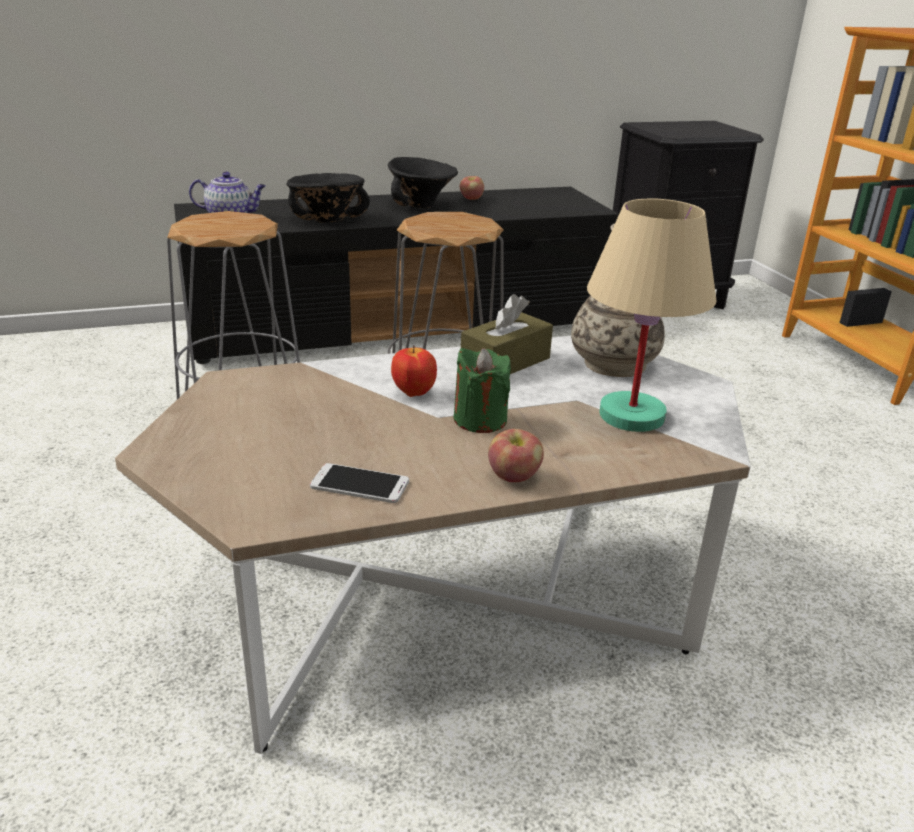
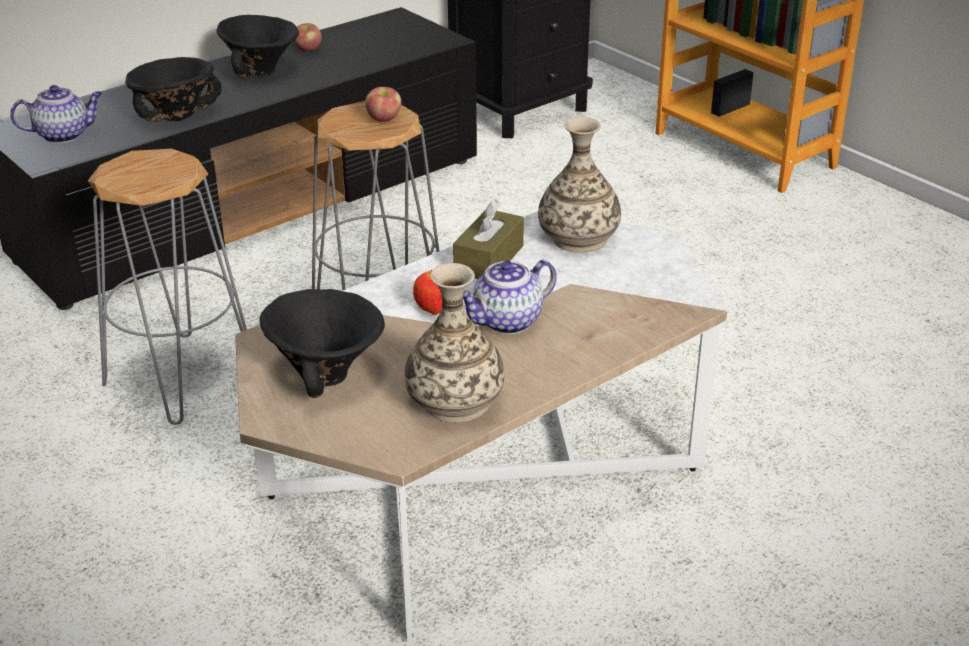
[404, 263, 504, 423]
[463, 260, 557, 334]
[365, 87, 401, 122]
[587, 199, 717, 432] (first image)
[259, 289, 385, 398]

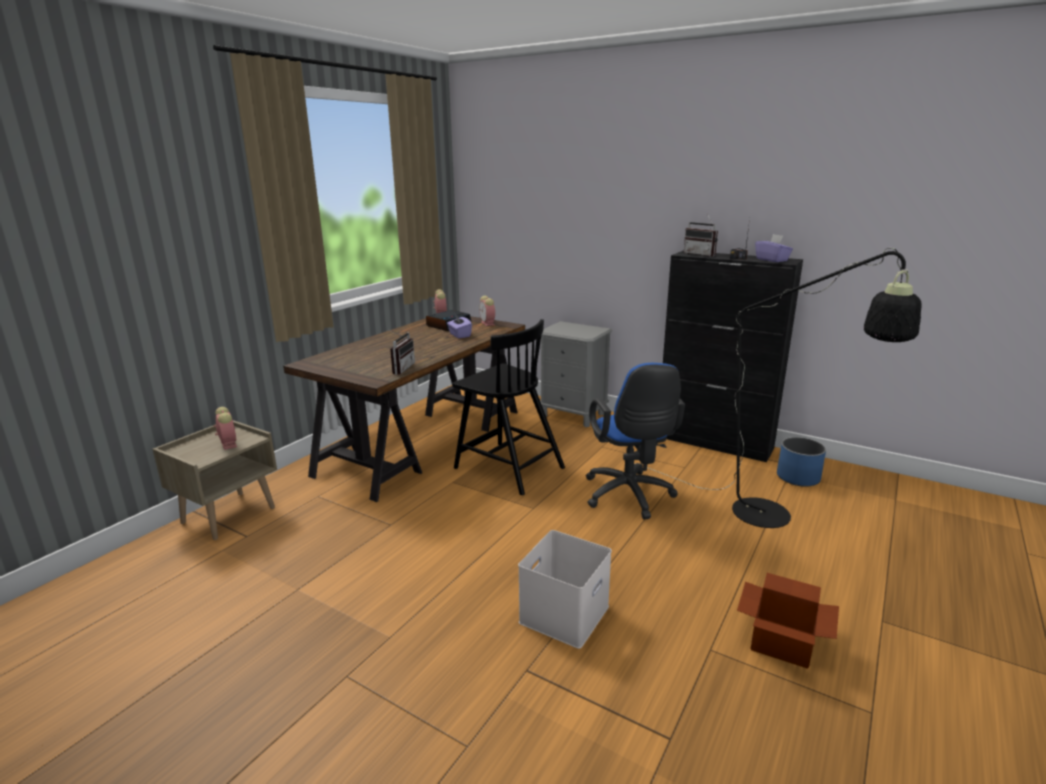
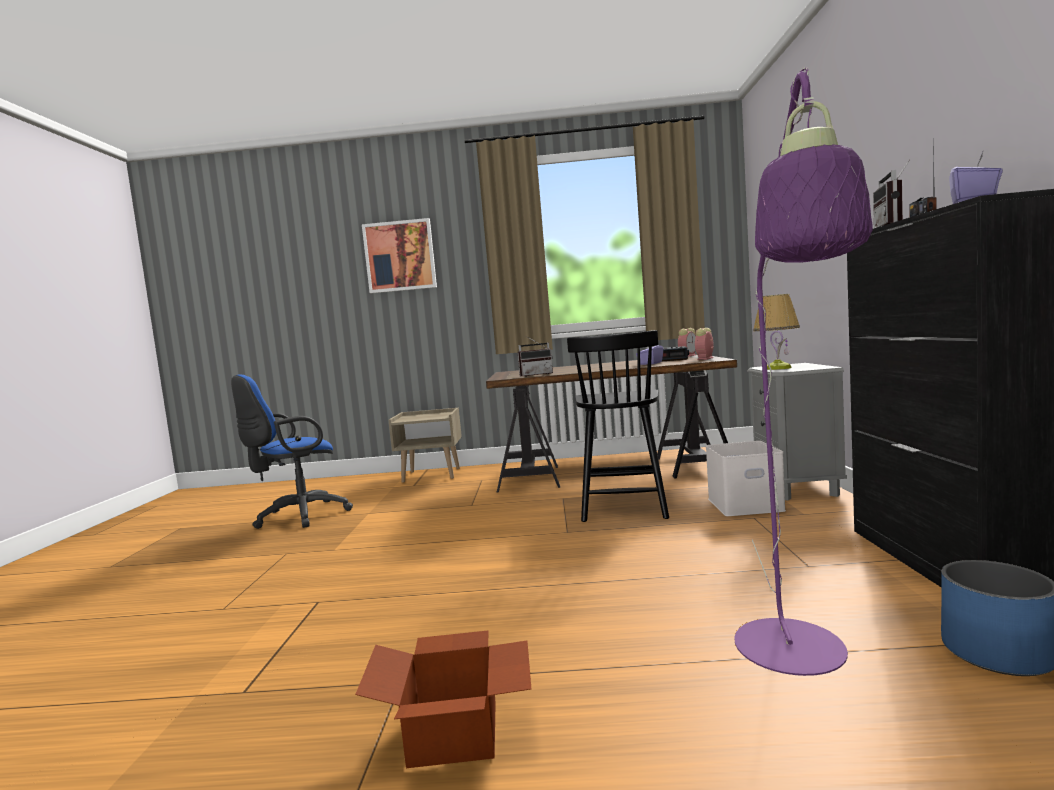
[213, 407, 237, 450] (first image)
[706, 441, 786, 516]
[231, 374, 353, 529]
[734, 67, 873, 676]
[362, 218, 437, 293]
[753, 294, 800, 370]

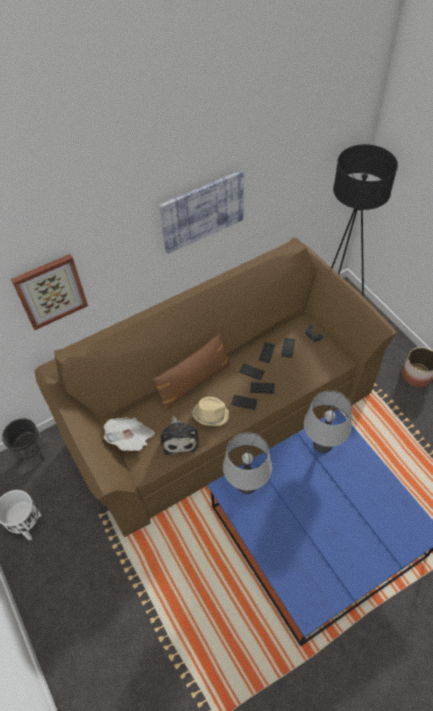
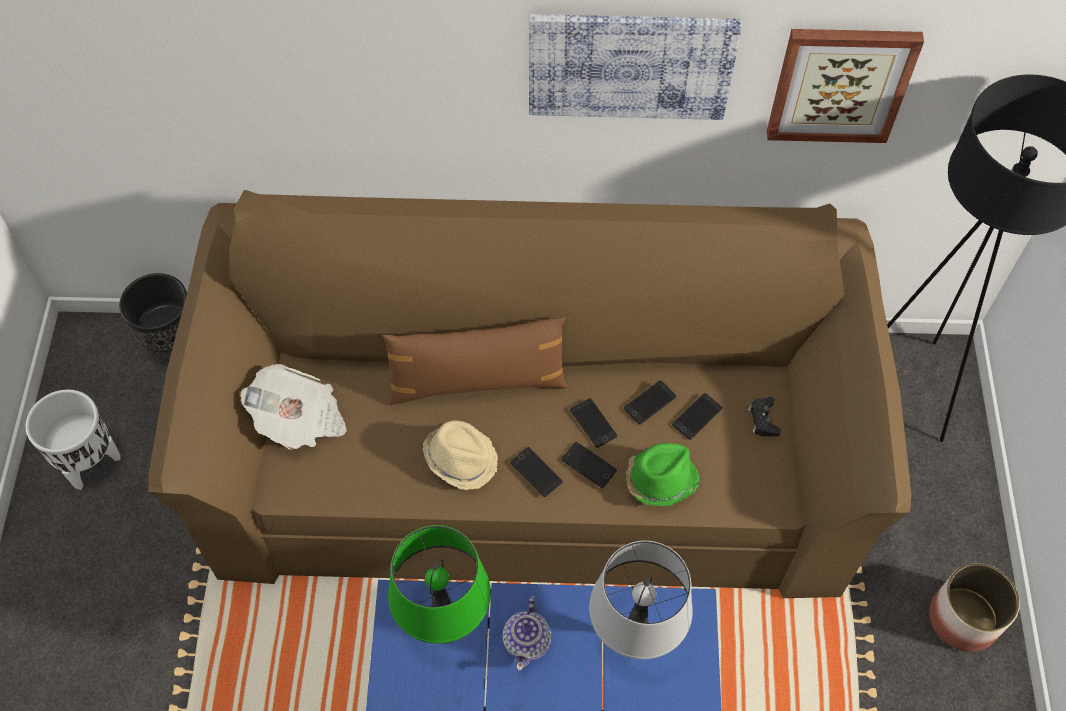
[767, 29, 924, 143]
[161, 416, 199, 455] (first image)
[388, 525, 491, 644]
[502, 596, 551, 671]
[626, 443, 699, 506]

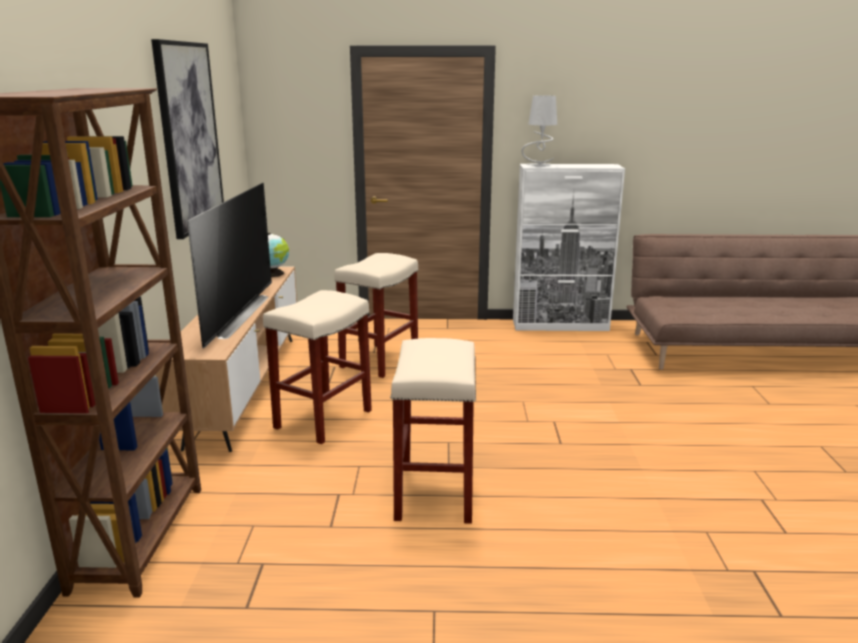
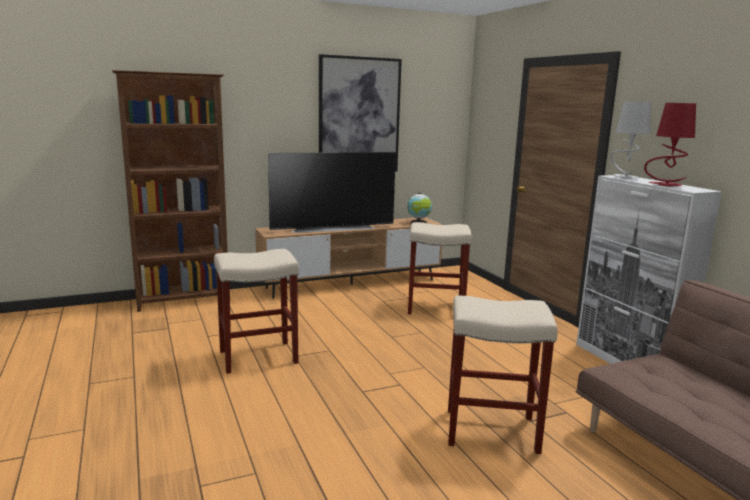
[448, 295, 558, 454]
[644, 103, 696, 186]

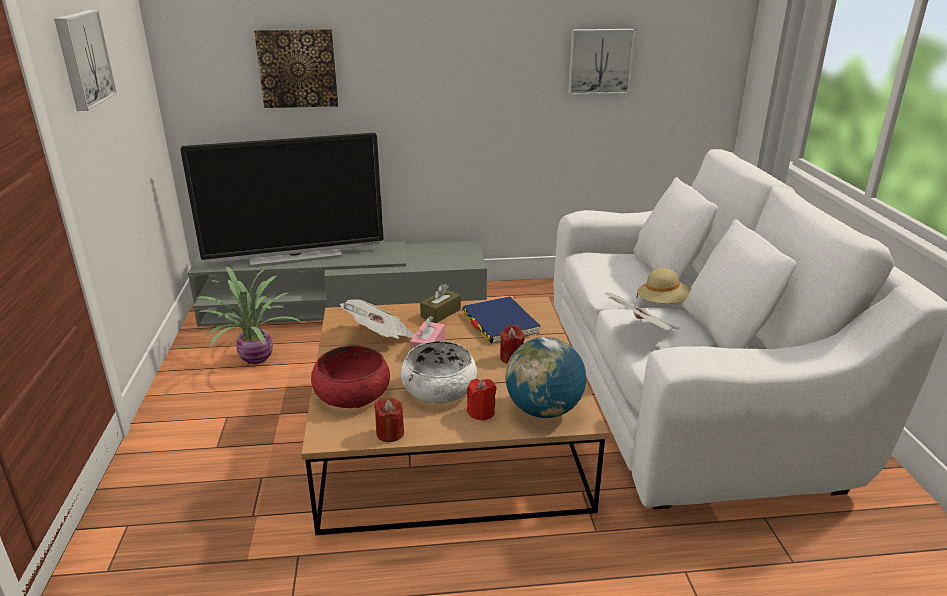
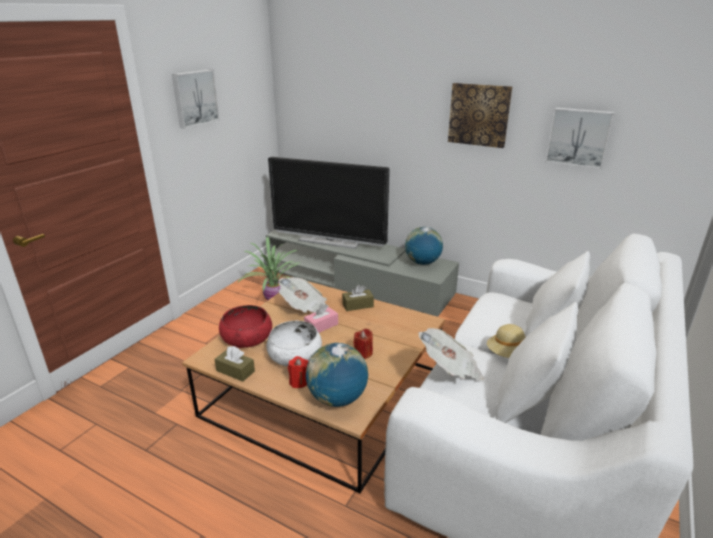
[448, 83, 512, 148]
[215, 346, 255, 382]
[462, 296, 540, 344] (first image)
[405, 227, 443, 265]

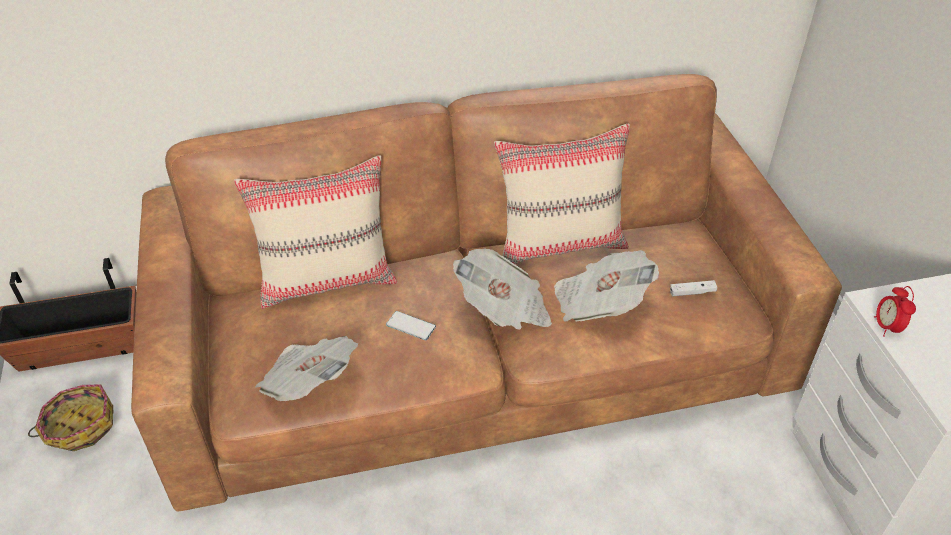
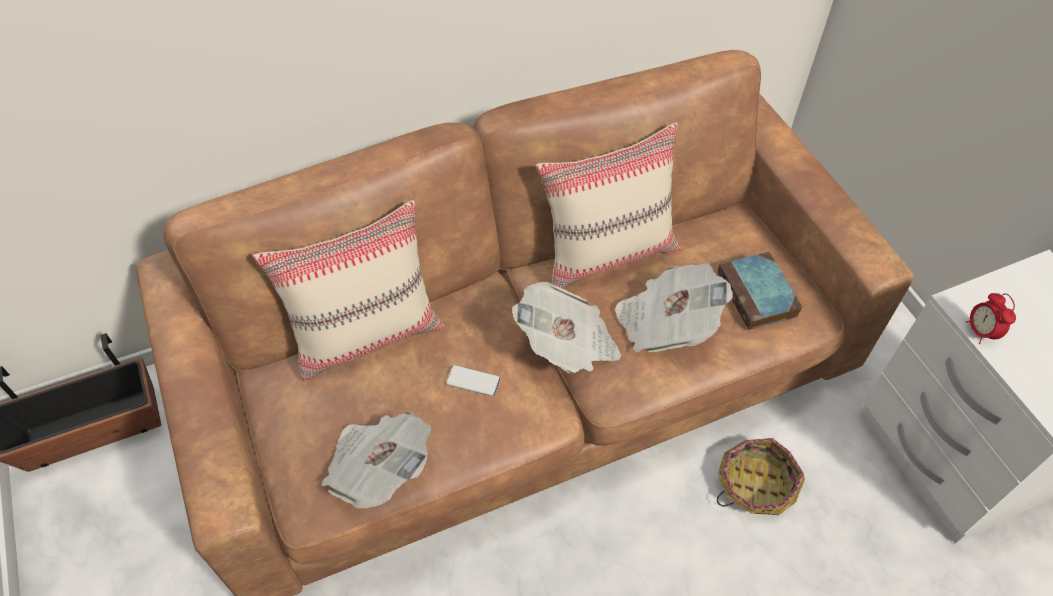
[717, 438, 805, 515]
[717, 252, 803, 330]

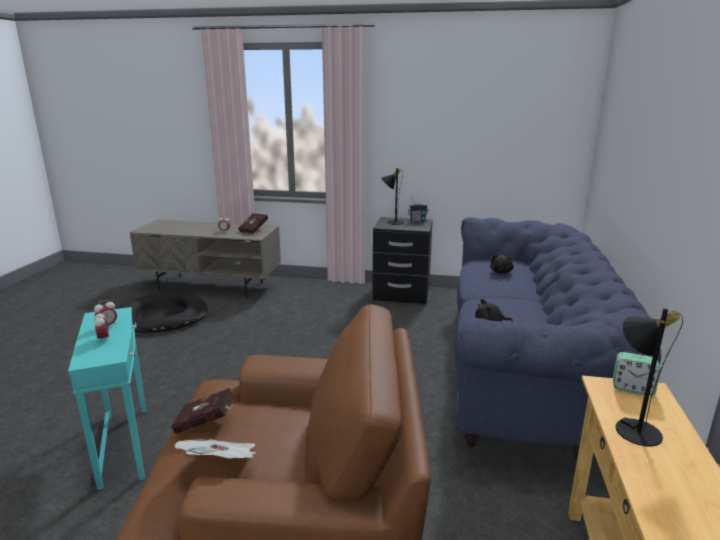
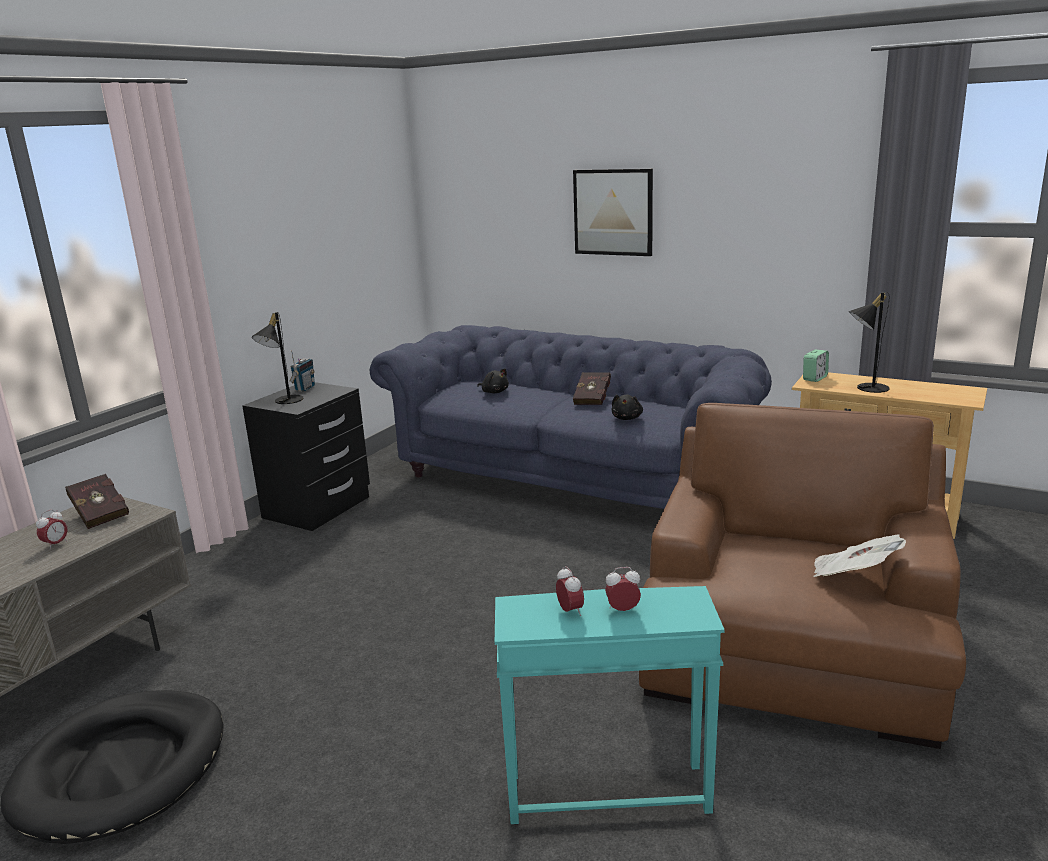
[573, 372, 611, 405]
[573, 169, 653, 256]

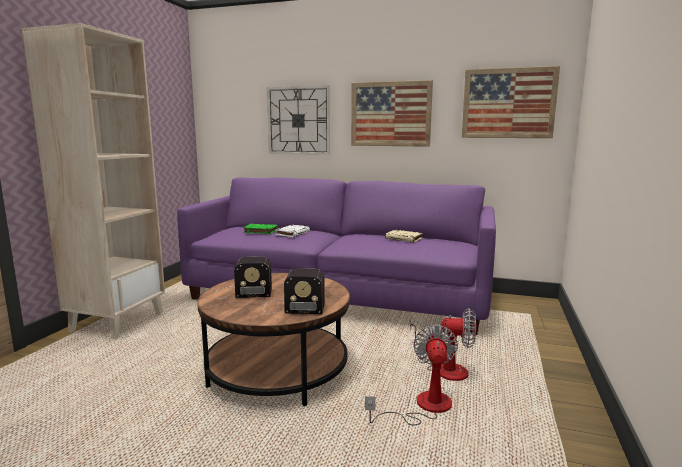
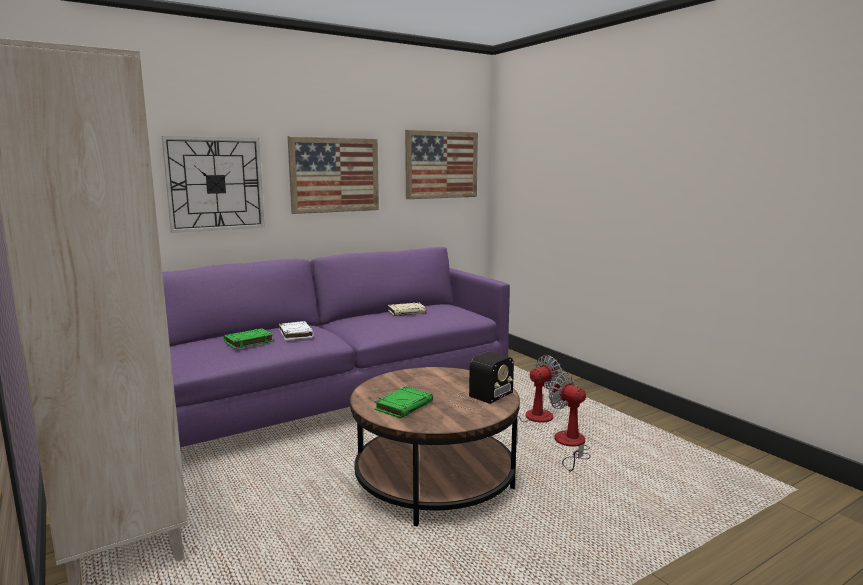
[374, 386, 433, 418]

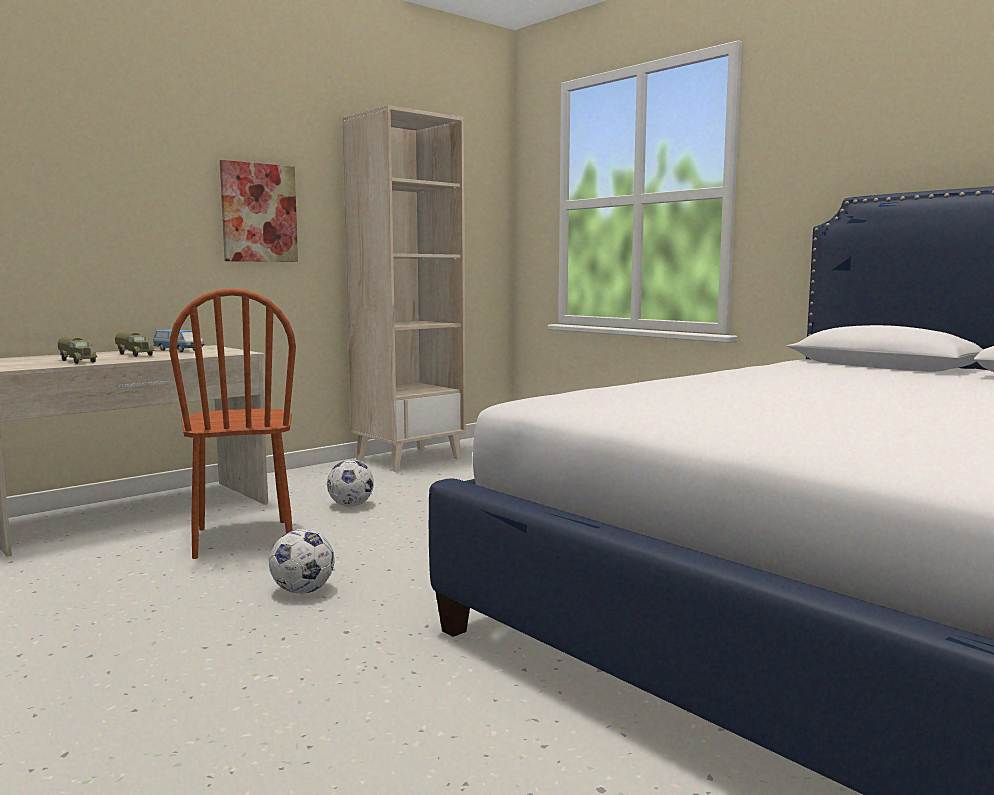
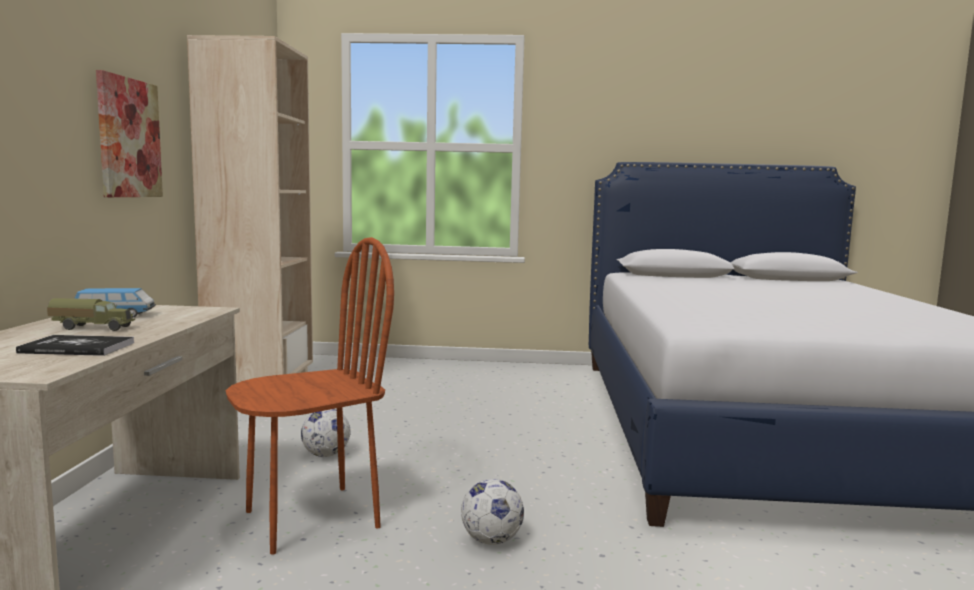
[16, 335, 134, 356]
[225, 237, 394, 555]

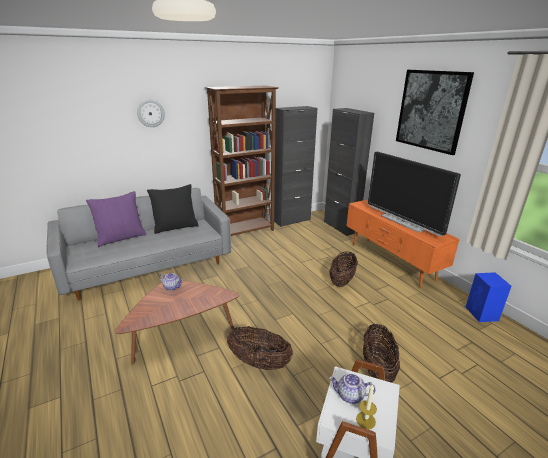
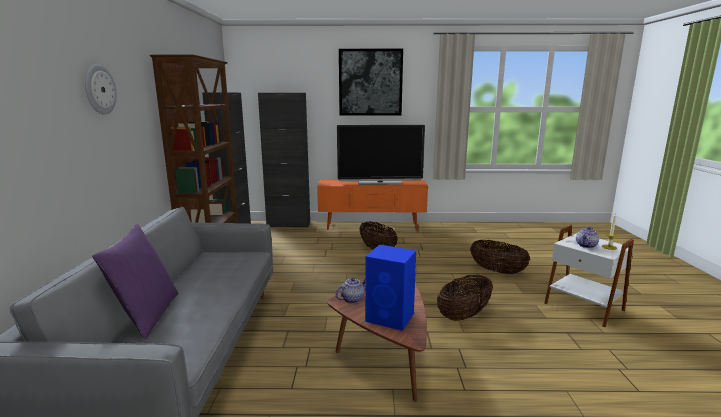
[147, 184, 199, 234] (first image)
[365, 245, 416, 331]

